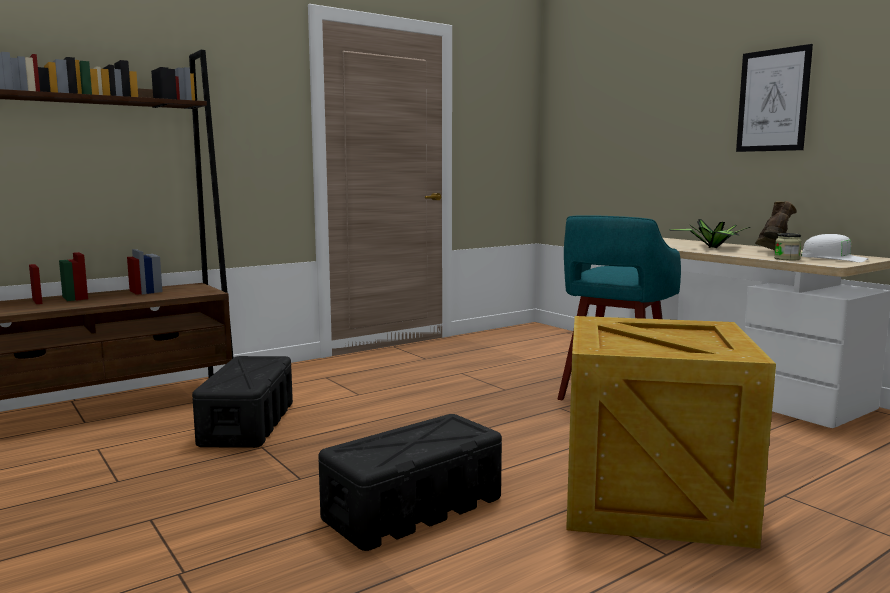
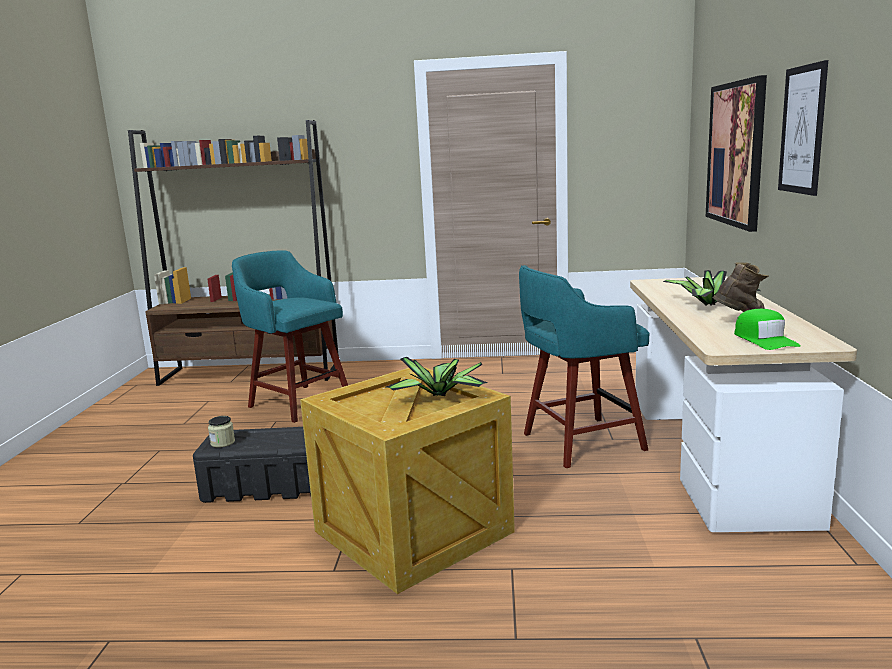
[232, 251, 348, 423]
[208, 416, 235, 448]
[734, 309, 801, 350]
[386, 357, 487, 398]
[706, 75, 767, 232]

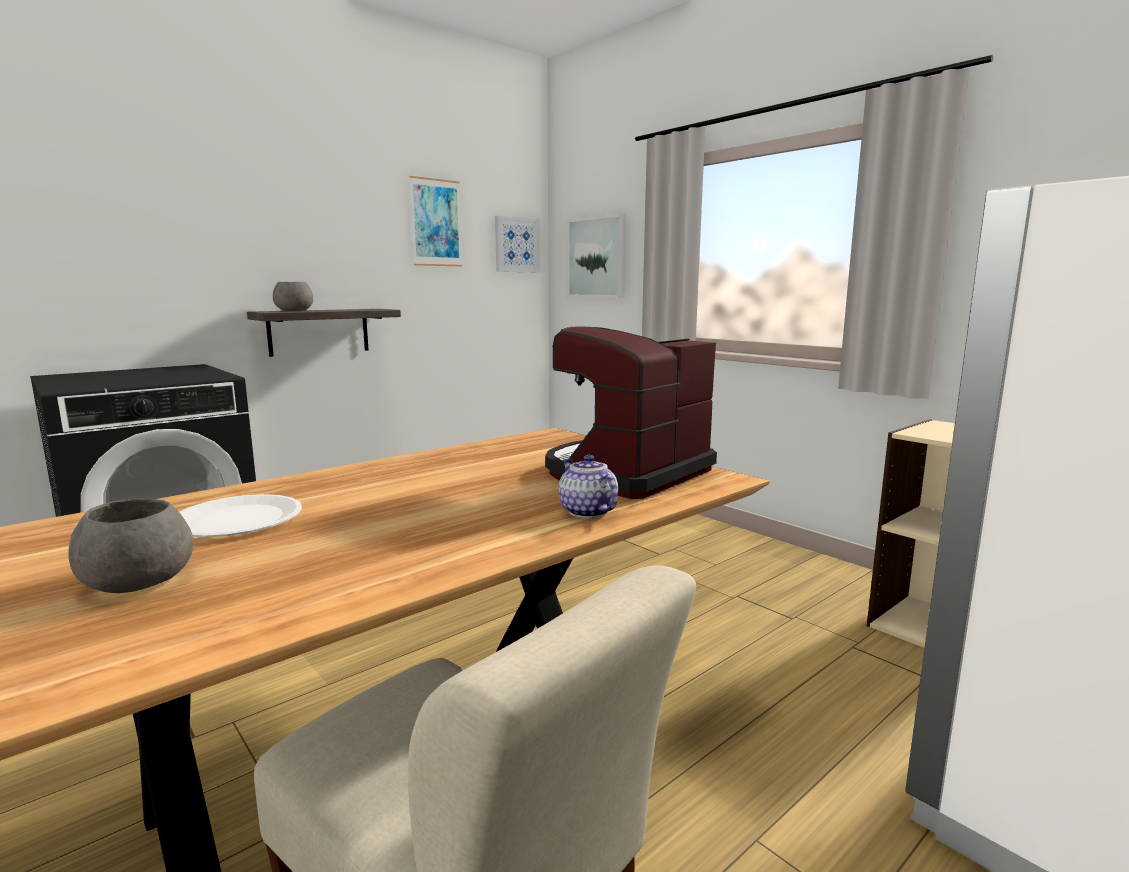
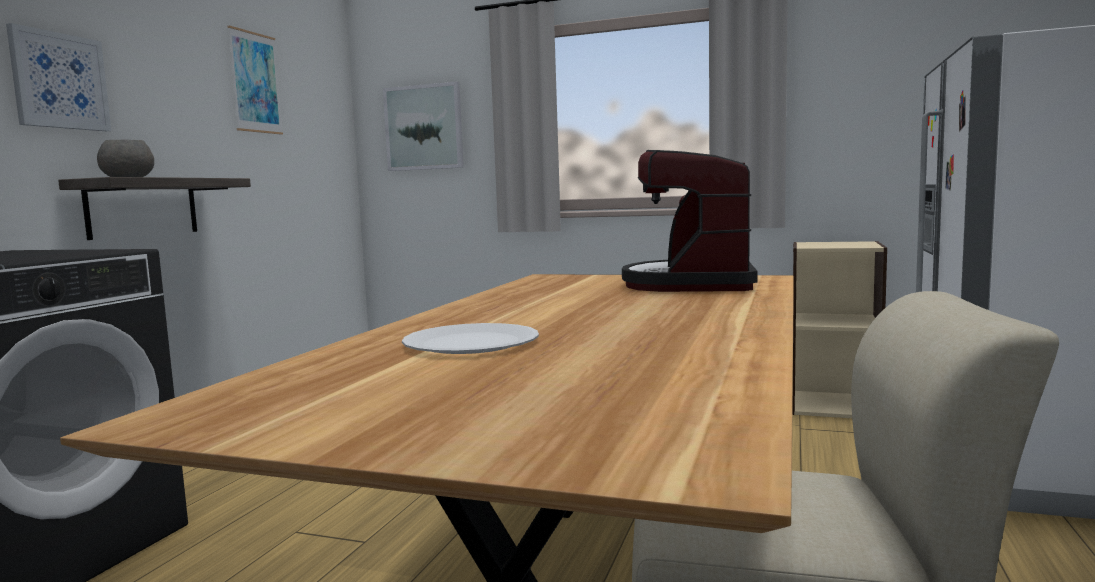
[68, 498, 193, 593] (first image)
[6, 23, 111, 131]
[559, 455, 618, 518] (first image)

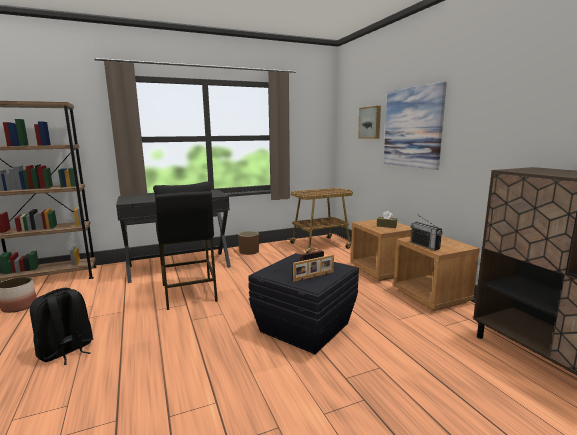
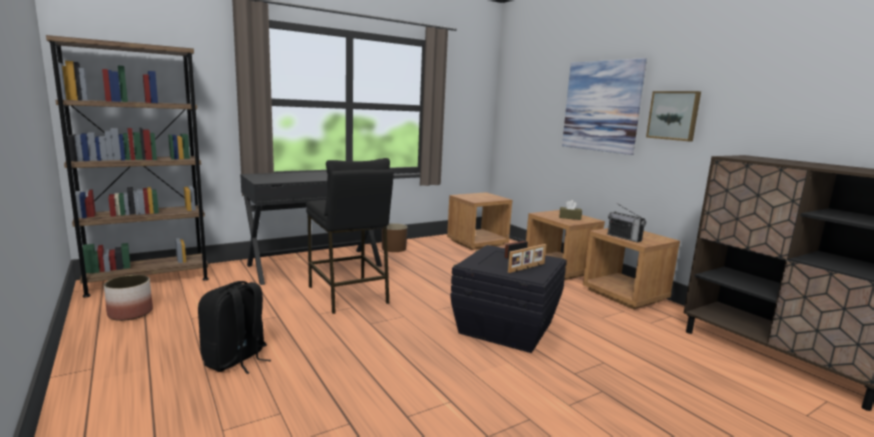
[447, 192, 512, 250]
[646, 91, 701, 141]

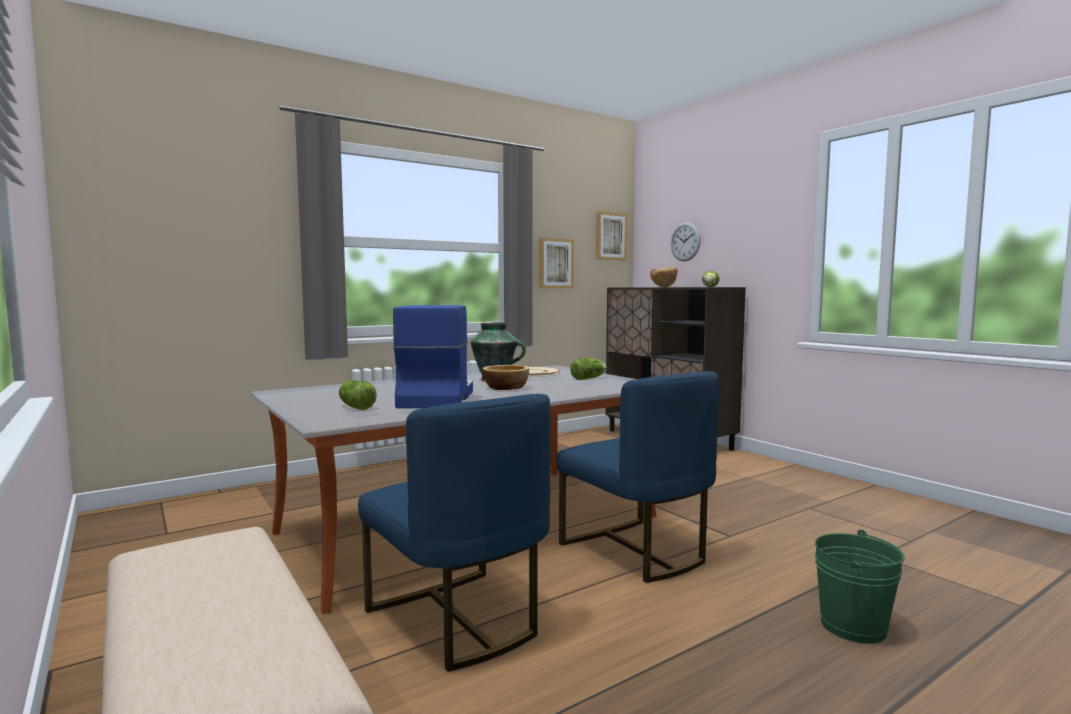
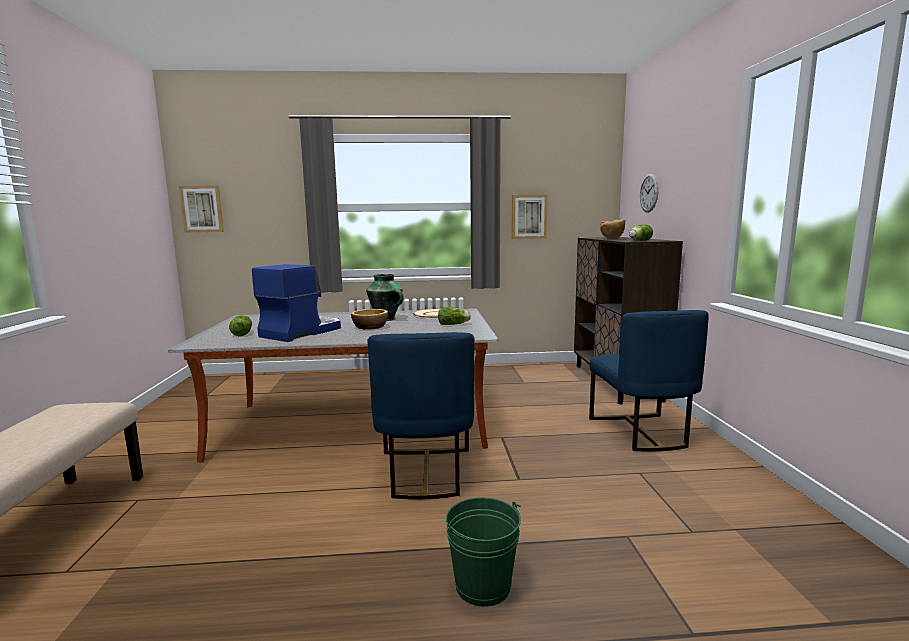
[589, 310, 709, 452]
[179, 186, 224, 232]

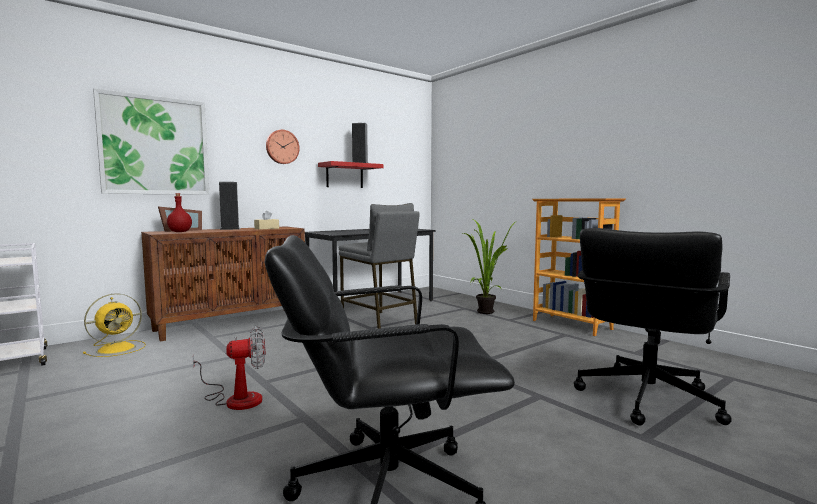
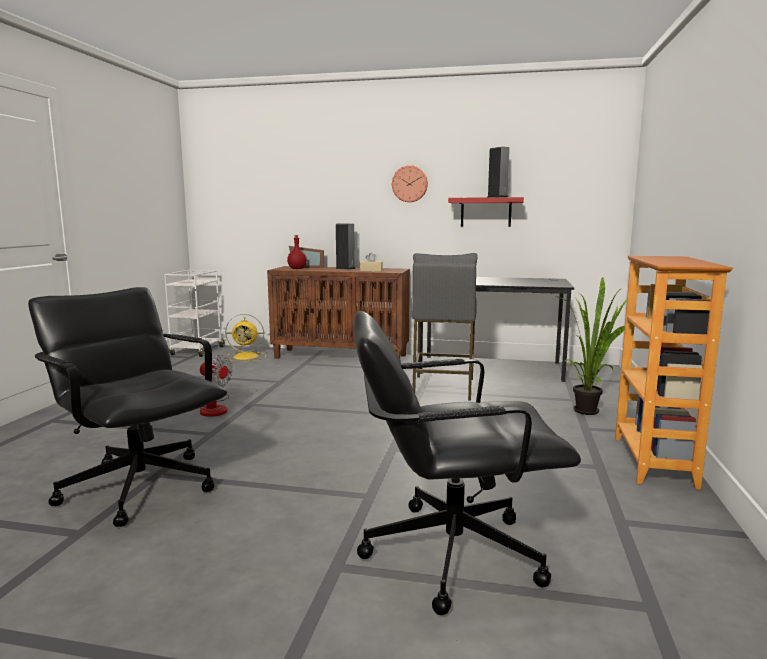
[93, 88, 209, 195] (first image)

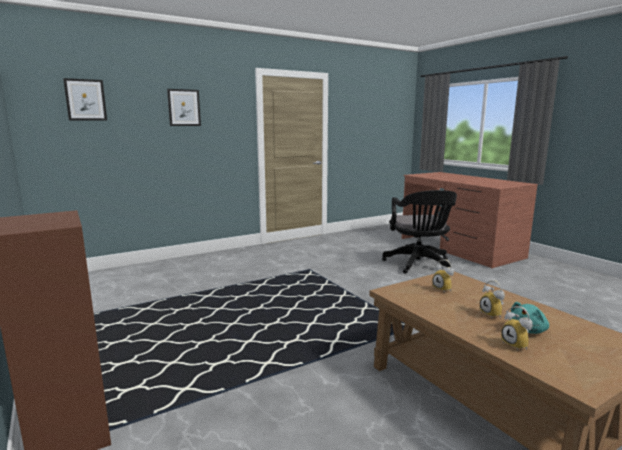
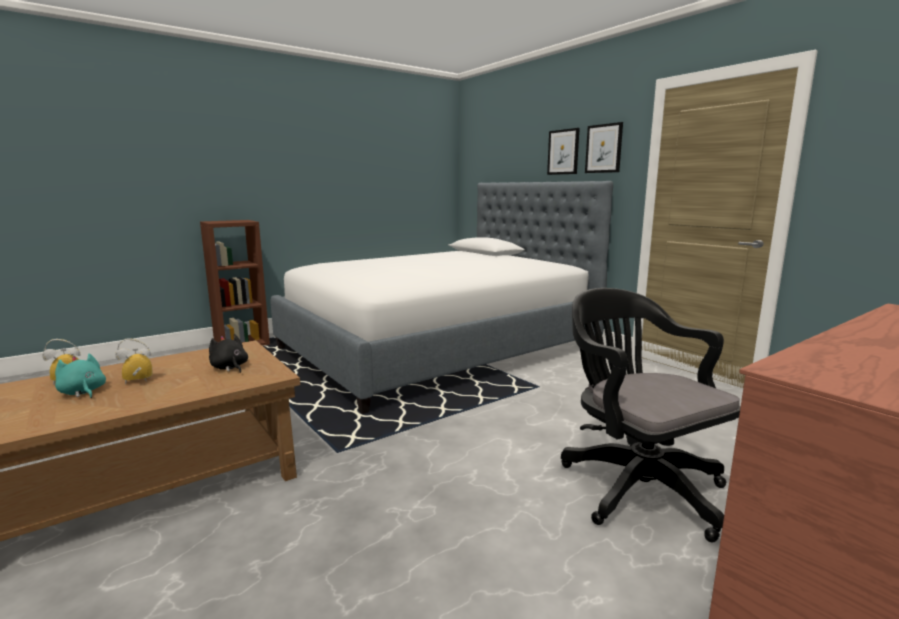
[585, 122, 623, 173]
[561, 288, 740, 543]
[209, 334, 248, 373]
[271, 181, 613, 414]

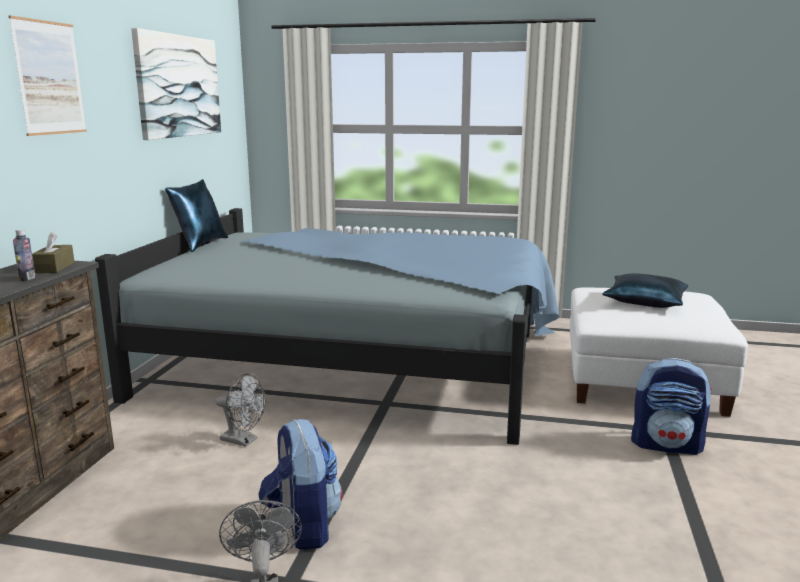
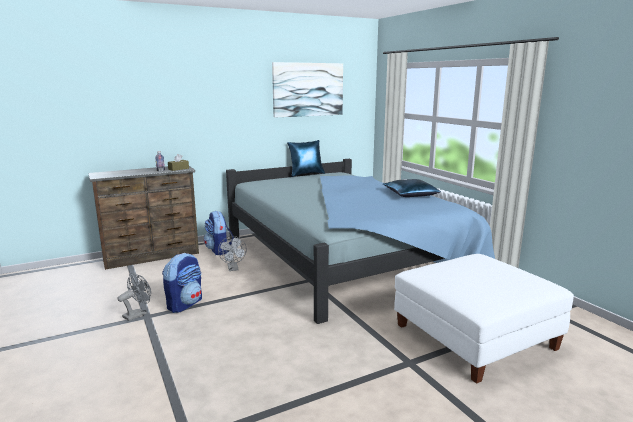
[8, 15, 87, 136] (first image)
[383, 179, 441, 197]
[204, 211, 234, 255]

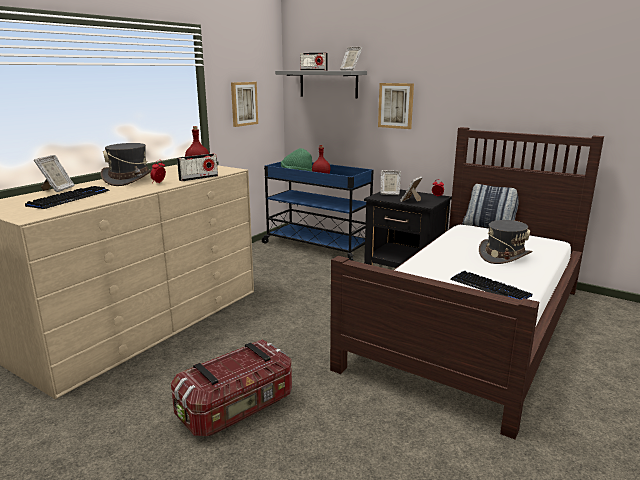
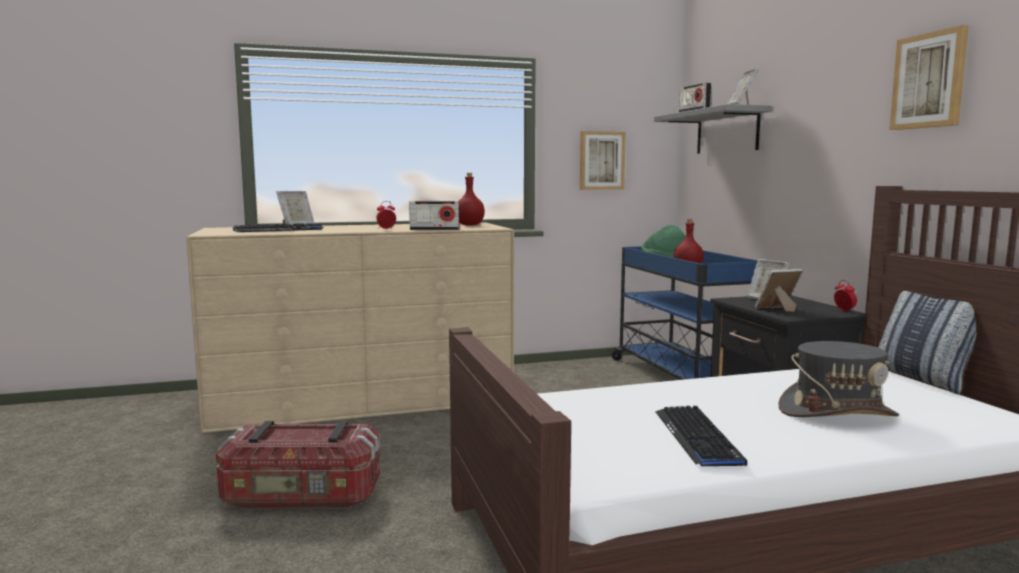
[101, 143, 153, 186] (first image)
[890, 25, 969, 130]

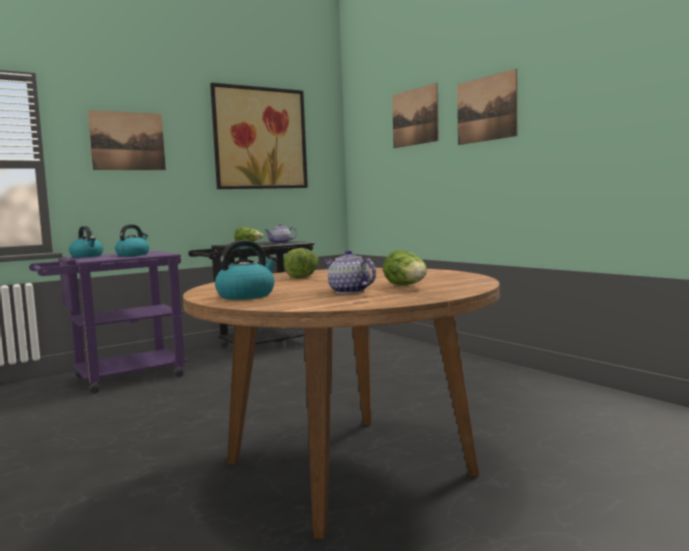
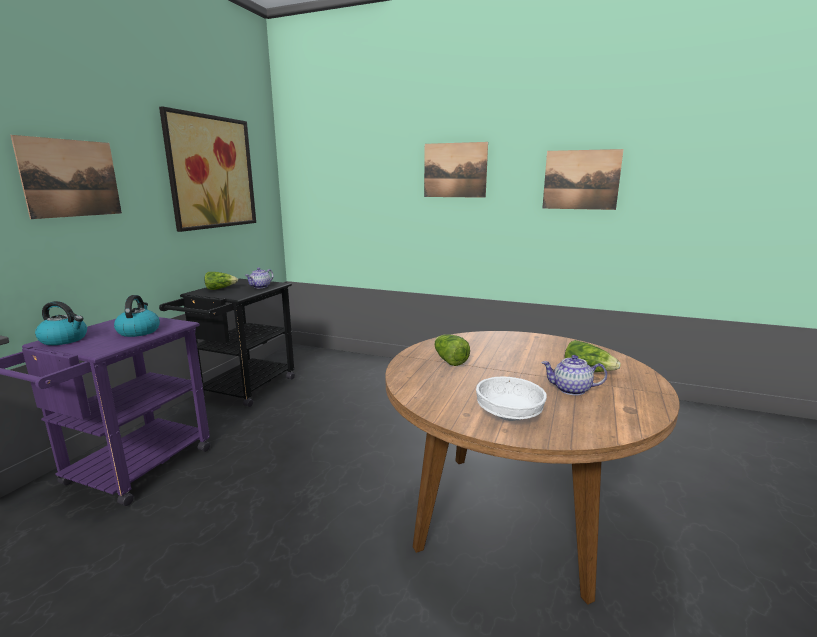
[476, 377, 547, 421]
[542, 149, 624, 210]

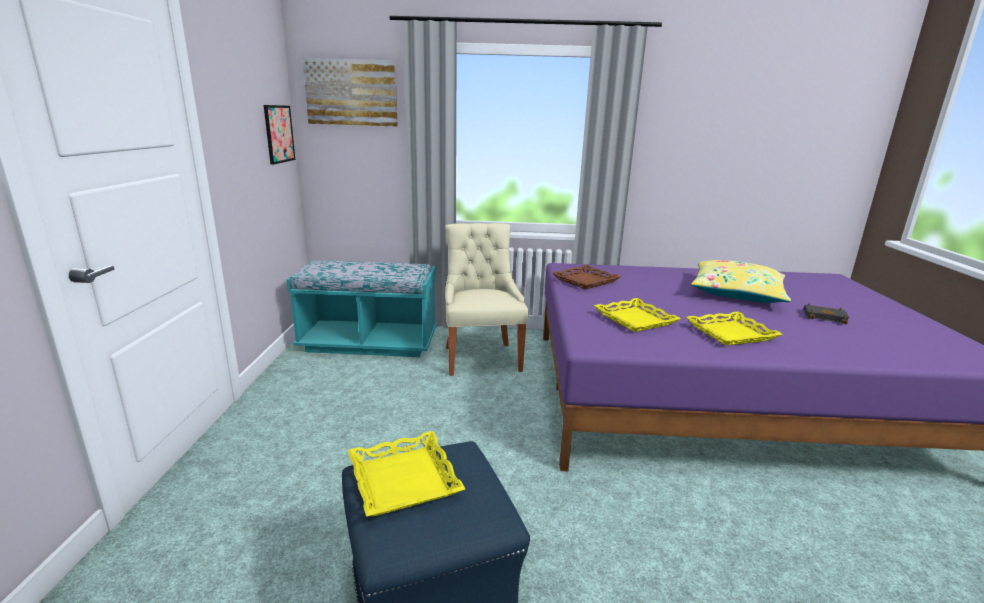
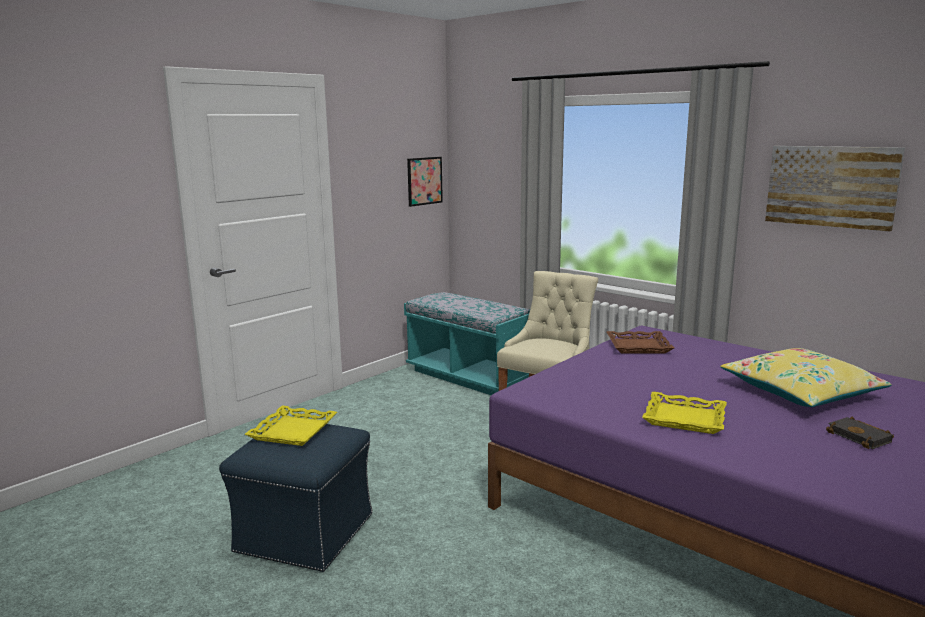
[765, 146, 905, 232]
[594, 298, 681, 332] (first image)

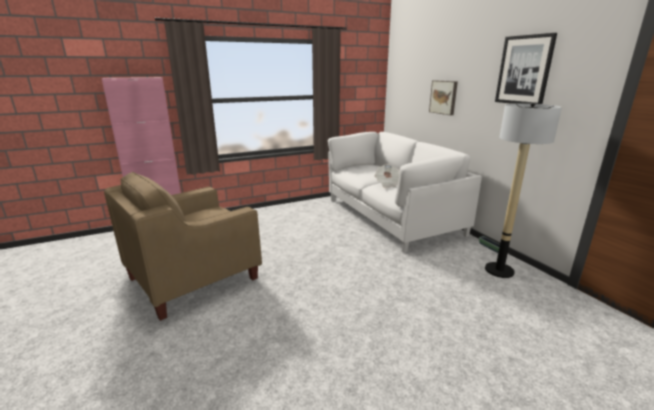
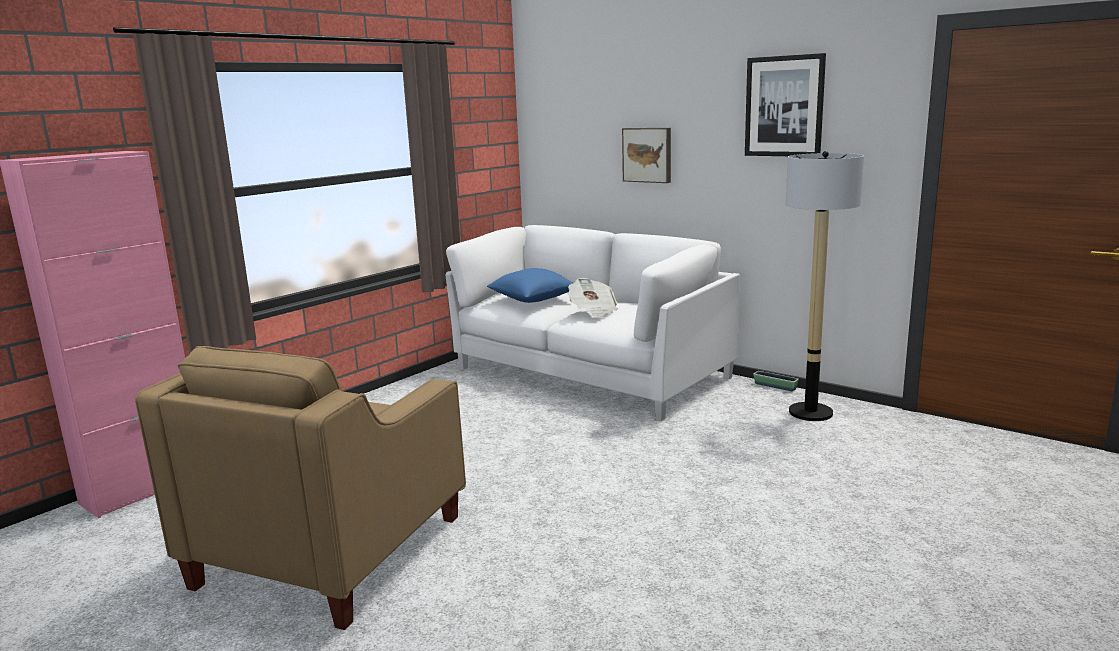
[487, 268, 574, 303]

